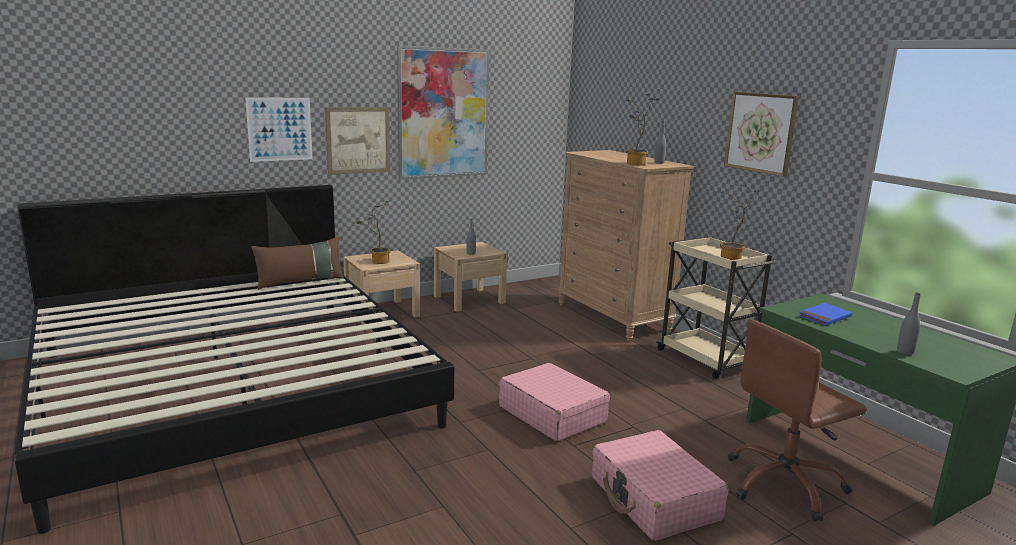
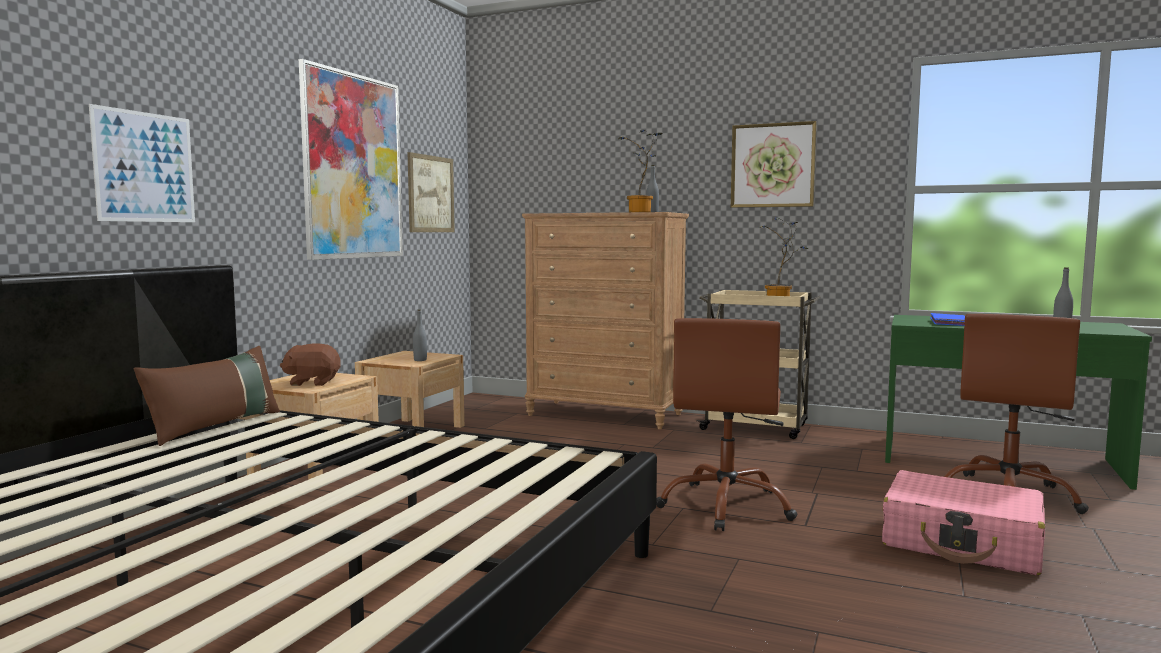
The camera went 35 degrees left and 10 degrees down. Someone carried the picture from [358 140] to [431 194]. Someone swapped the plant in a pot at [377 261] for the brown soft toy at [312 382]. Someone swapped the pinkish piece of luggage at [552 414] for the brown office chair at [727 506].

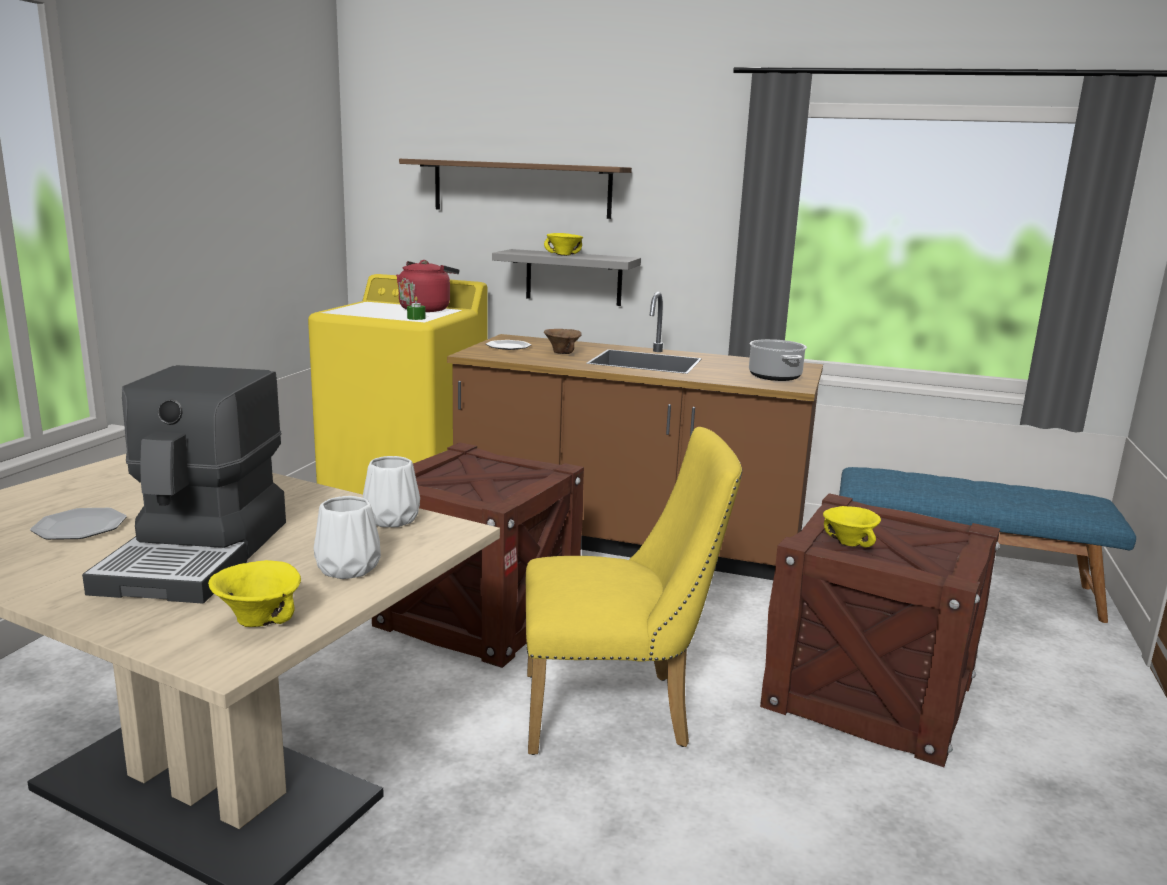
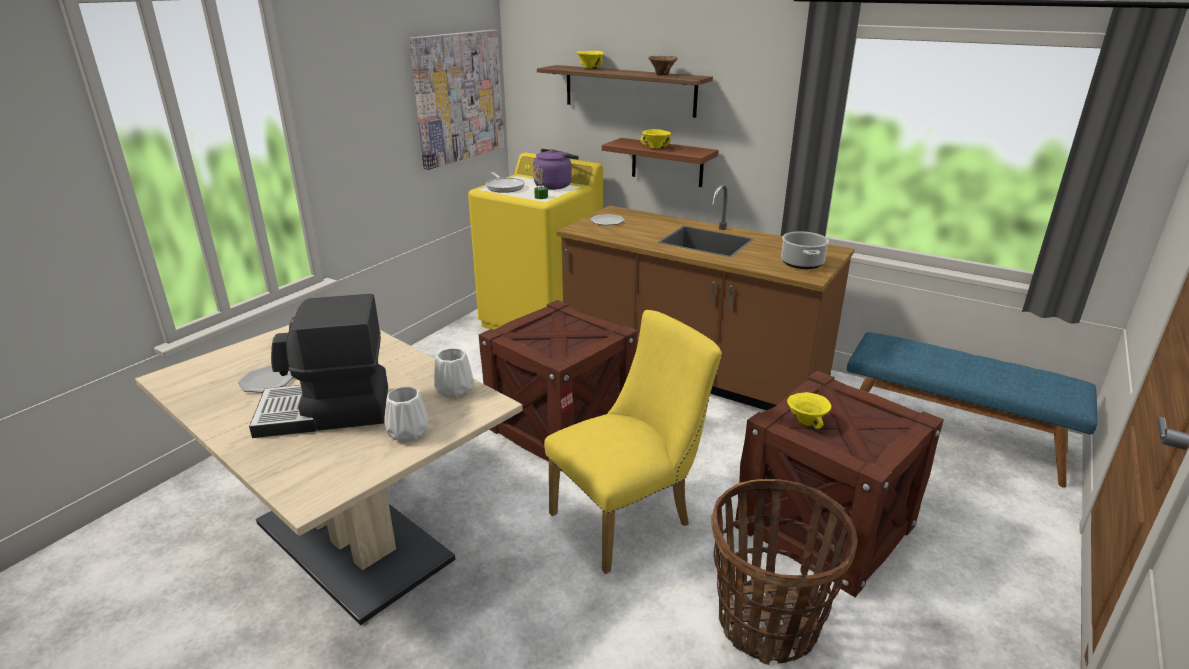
The camera went 15 degrees right and 10 degrees up. Someone rotated the coffee maker at [199 555] by 60 degrees clockwise. Someone carried the yellow serving bowl from [256 621] to [589 68]. Someone repainted the reddish tea kettle at [426 309], which became the purple tea kettle at [554 185]. Someone repainted the greyish bracket shelf at [573 277], which became the brown bracket shelf at [667 162]. Someone rotated the yellow chair at [618 712] by 45 degrees counterclockwise. Someone carried the brown serving bowl from [561 353] to [661 75]. Someone put up the picture at [458 97]. Someone put down the pan at [504 187]. Someone put down the household basket at [768 623].

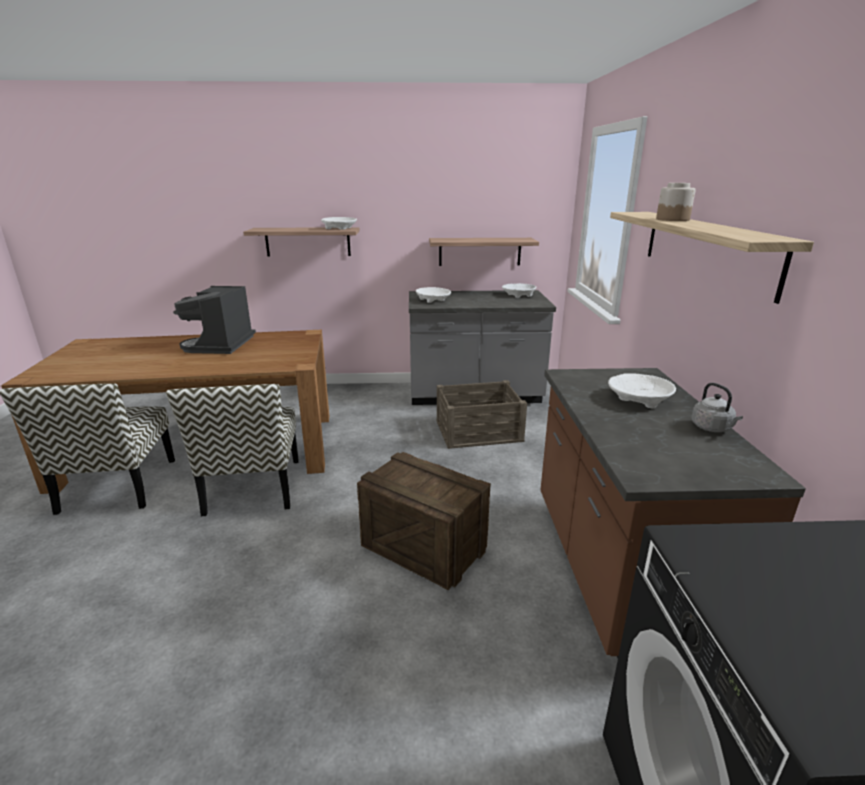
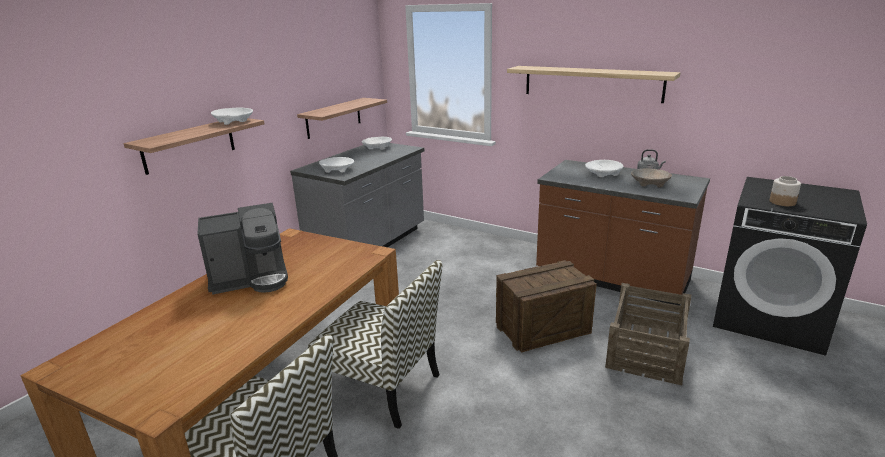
The camera went 55 degrees left and 0 degrees up. Someone rotated the coffee maker at [221 345] by 60 degrees counterclockwise. Someone carried the crate from [478 430] to [645 350]. Someone carried the jar from [672 219] to [782 202]. Someone put down the beige-coloured serving bowl at [649 183].

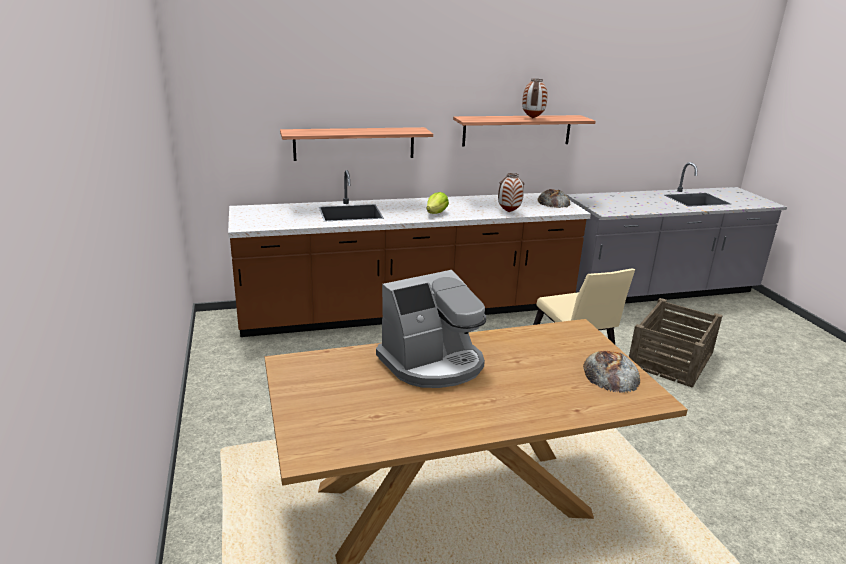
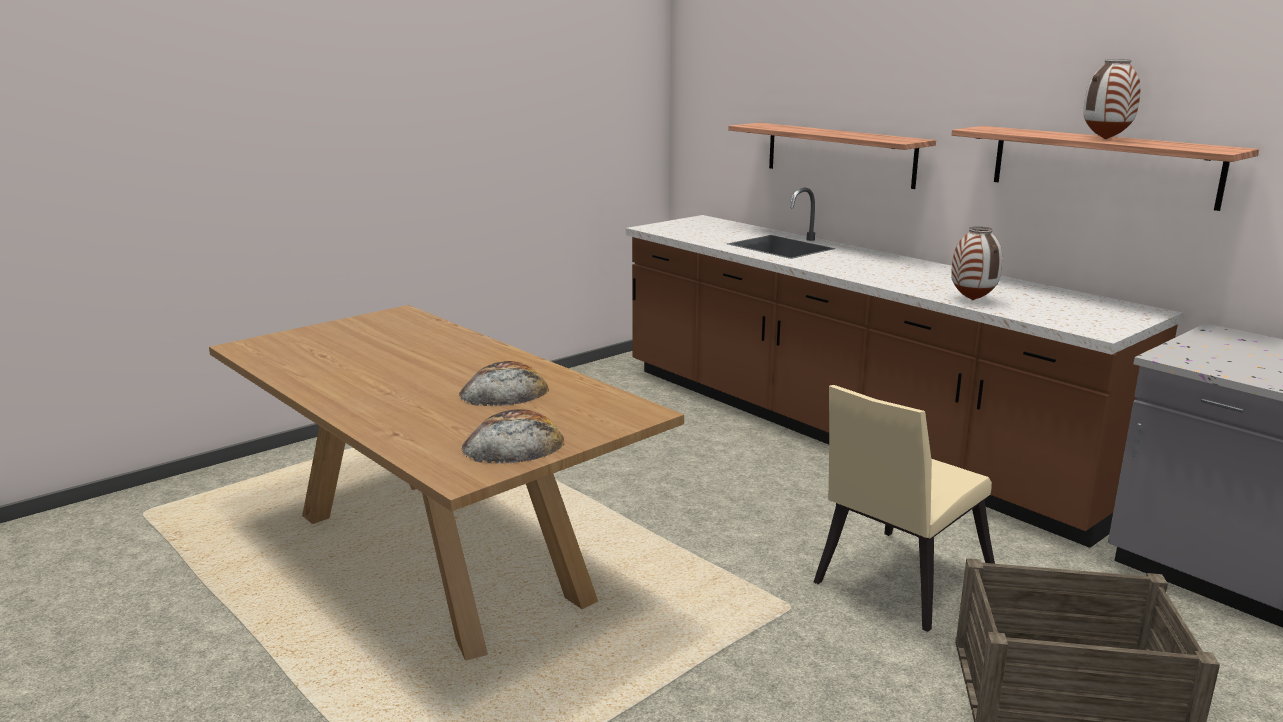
The camera went 65 degrees right and 5 degrees down. Someone took away the coffee maker at [433 363]. Someone took away the lettuce head at [436 213]. Someone carried the bakery bread from [553 202] to [504 391].

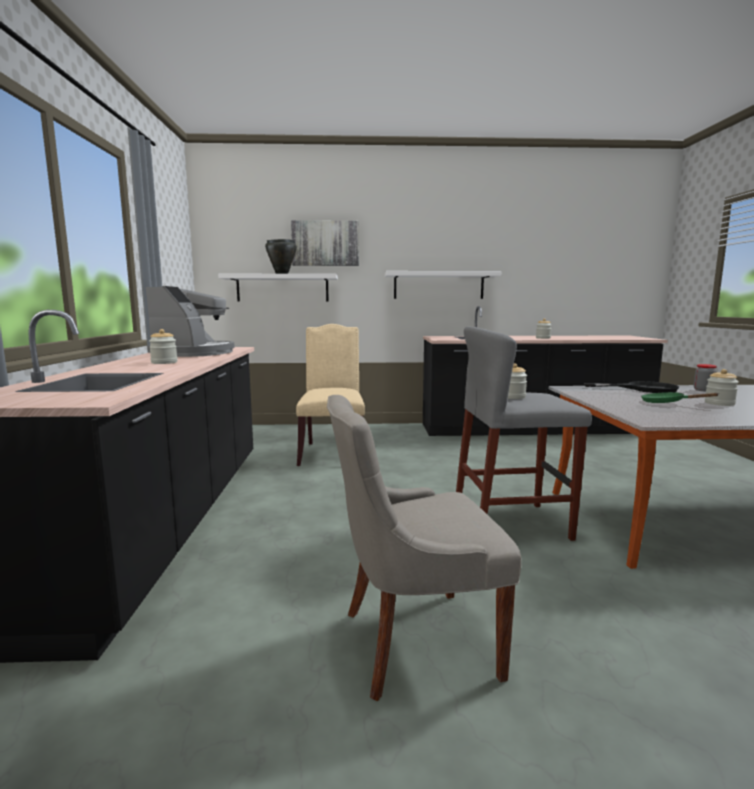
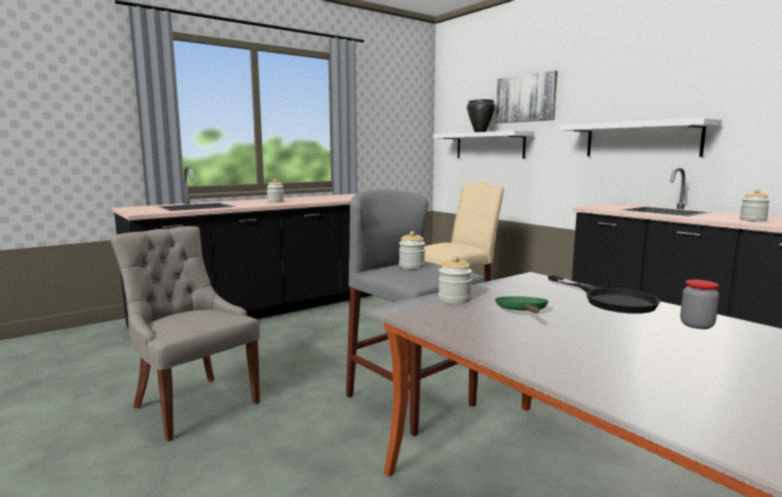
The camera went 55 degrees right and 0 degrees up. Someone took away the coffee maker at [194 353]. Someone carried the jar from [719 403] to [454 299].

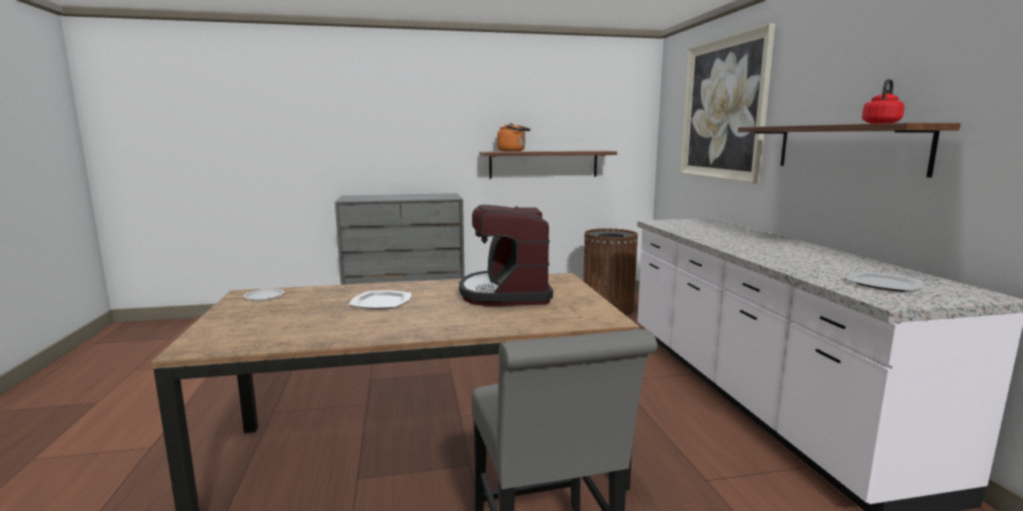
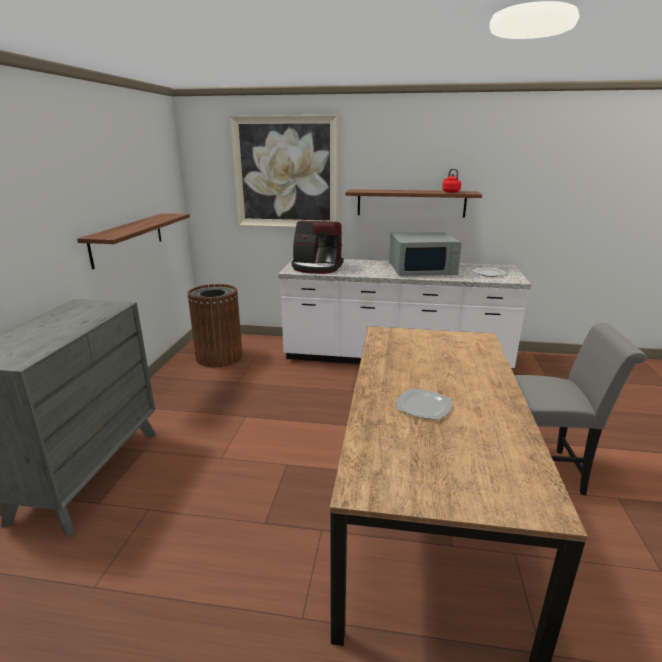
The camera went 70 degrees left and 10 degrees up. Someone took away the white plate at [264 297]. Someone carried the coffee maker from [506 293] to [317 267]. Someone took away the orange-coloured tea kettle at [513 151]. Someone put down the greyish kitchen microwave at [422 269].

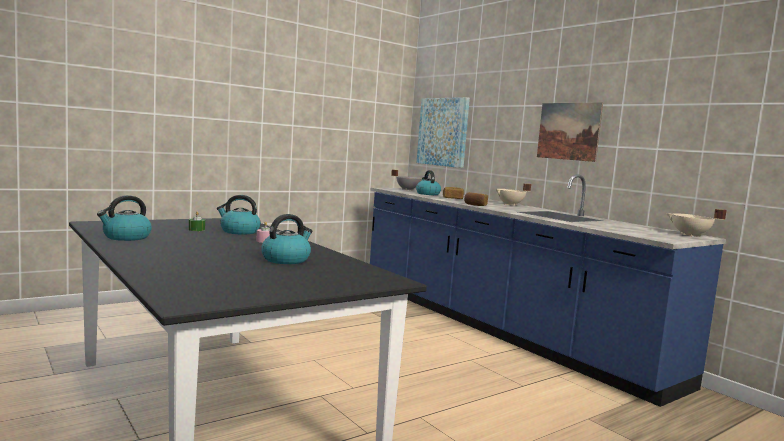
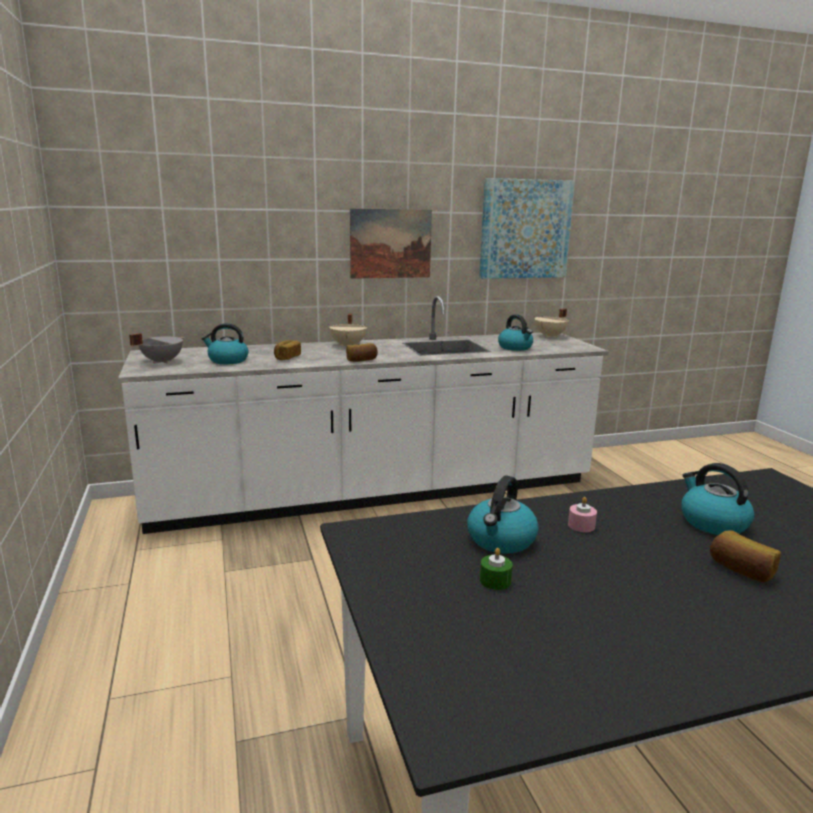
The camera went 70 degrees left and 10 degrees up. Someone carried the tea kettle from [126 237] to [515 347]. Someone repainted the blue kitchen counter at [498 328], which became the white kitchen counter at [376 493]. Someone carried the picture from [443 132] to [525 229]. Someone put down the bakery bread at [741 570].

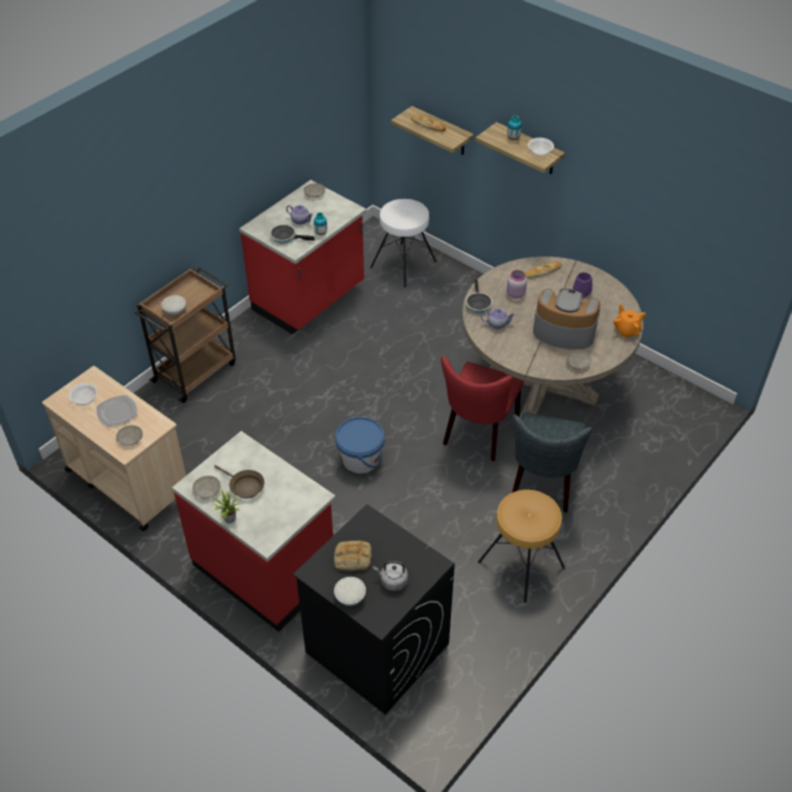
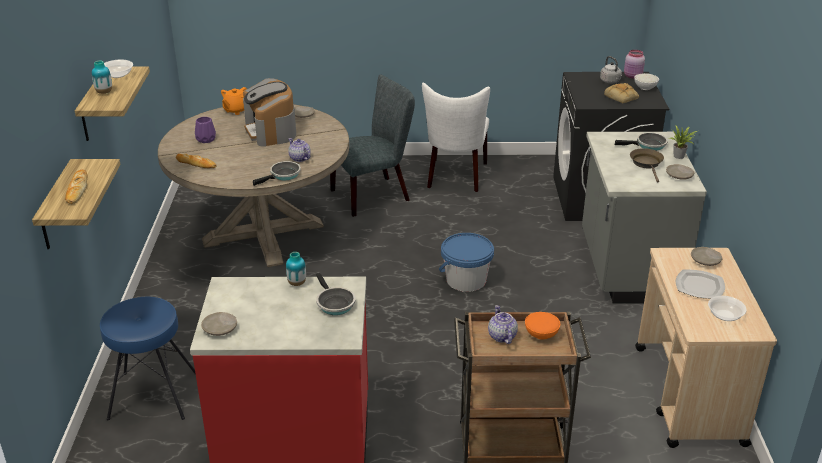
The camera went 130 degrees left and 15 degrees down. Someone repainted the white serving bowl at [175 311], which became the orange-coloured serving bowl at [541 334]. Someone repainted the reddish kitchen counter at [265 569], which became the greyish kitchen counter at [627 268]. Someone carried the teapot from [300 220] to [501 336]. Someone repainted the white sitting stool at [403 265], which became the blue sitting stool at [153 395]. Someone took away the reddish chair at [478 433]. Someone swapped the brown sitting stool at [521 564] for the white chair at [456 177]. Someone carried the pinkish jar from [515 294] to [633 76]. Someone put down the pan at [648 145].

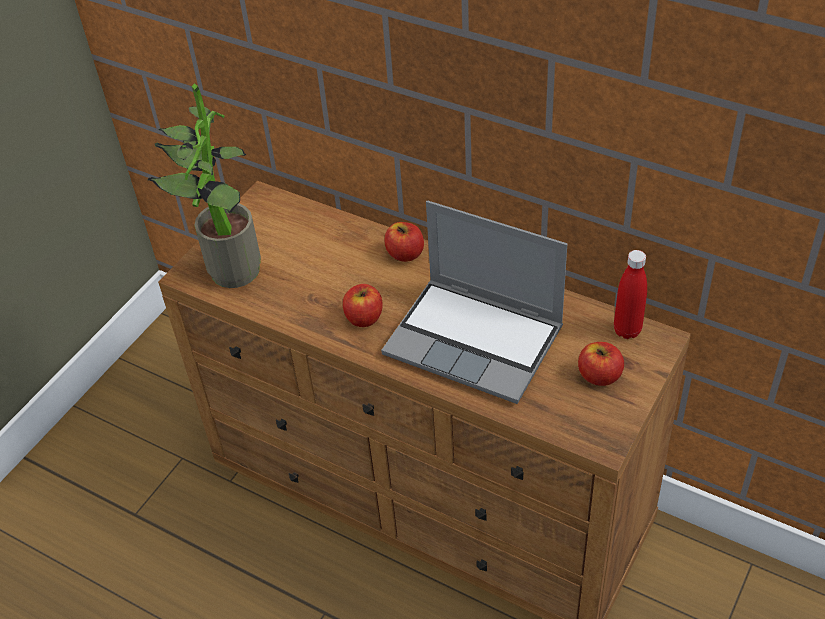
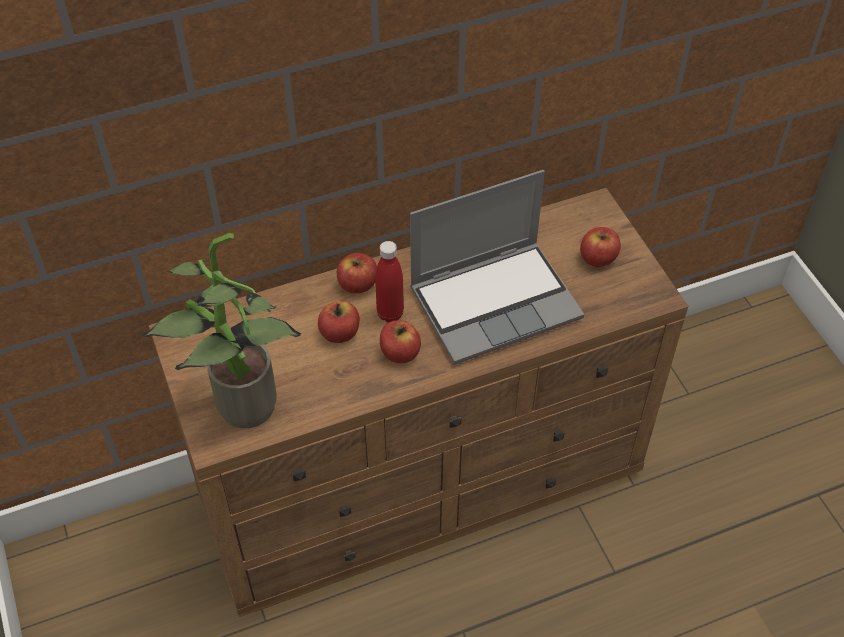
The camera went 55 degrees left and 5 degrees up. Someone carried the reddish drink bottle from [627 330] to [390 313]. Someone put down the apple at [340 333].

